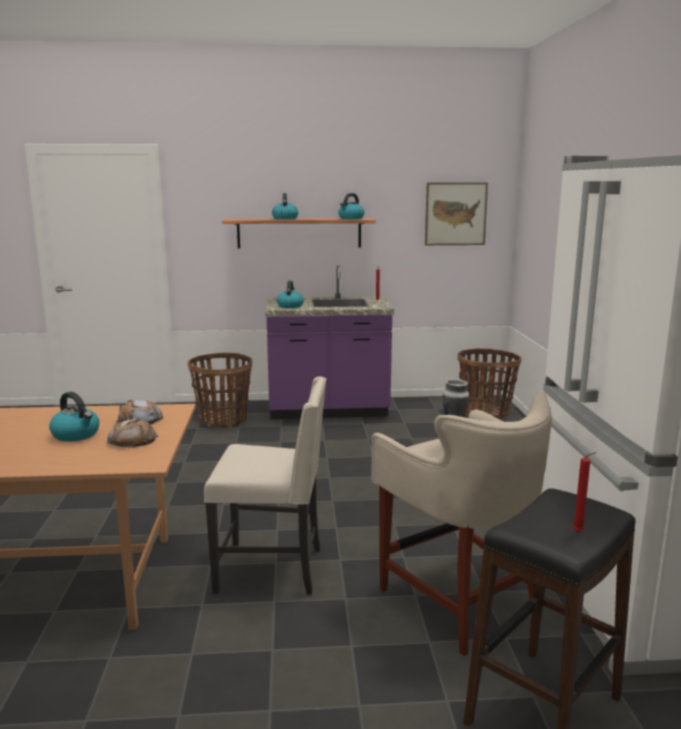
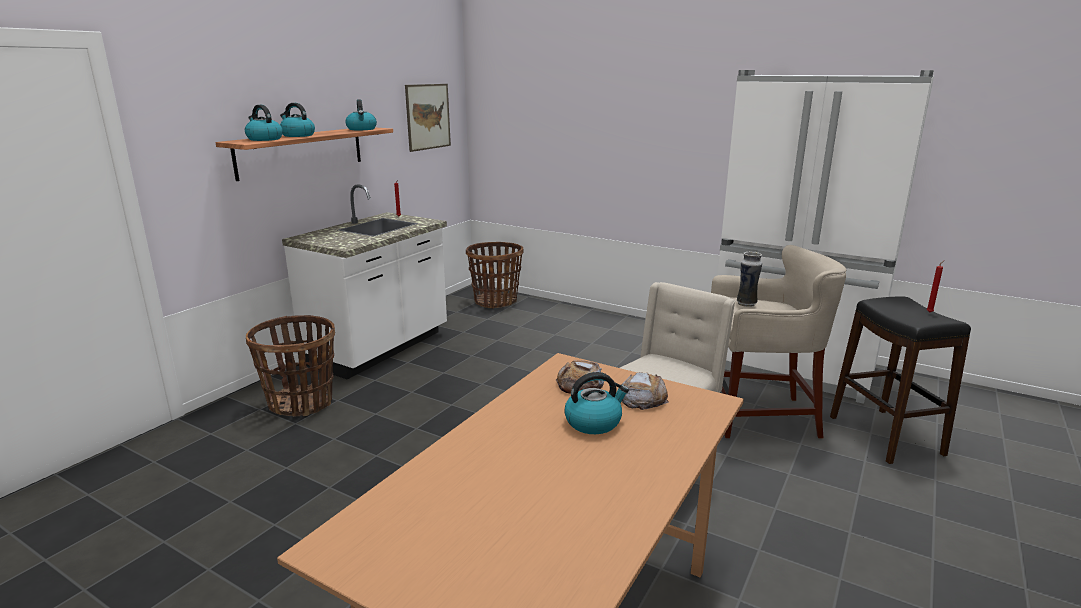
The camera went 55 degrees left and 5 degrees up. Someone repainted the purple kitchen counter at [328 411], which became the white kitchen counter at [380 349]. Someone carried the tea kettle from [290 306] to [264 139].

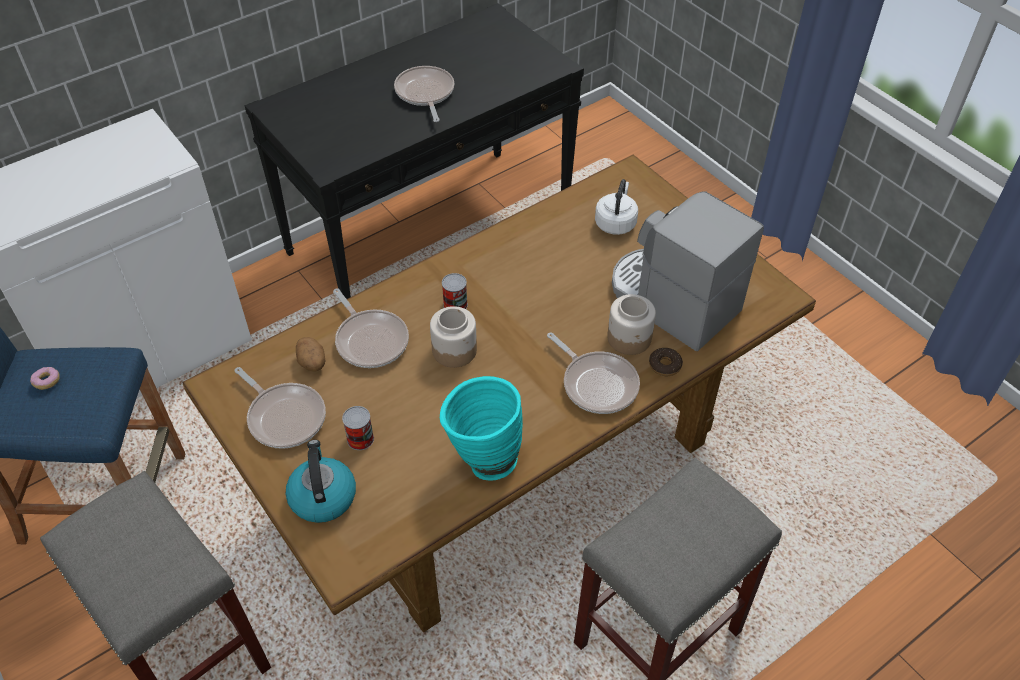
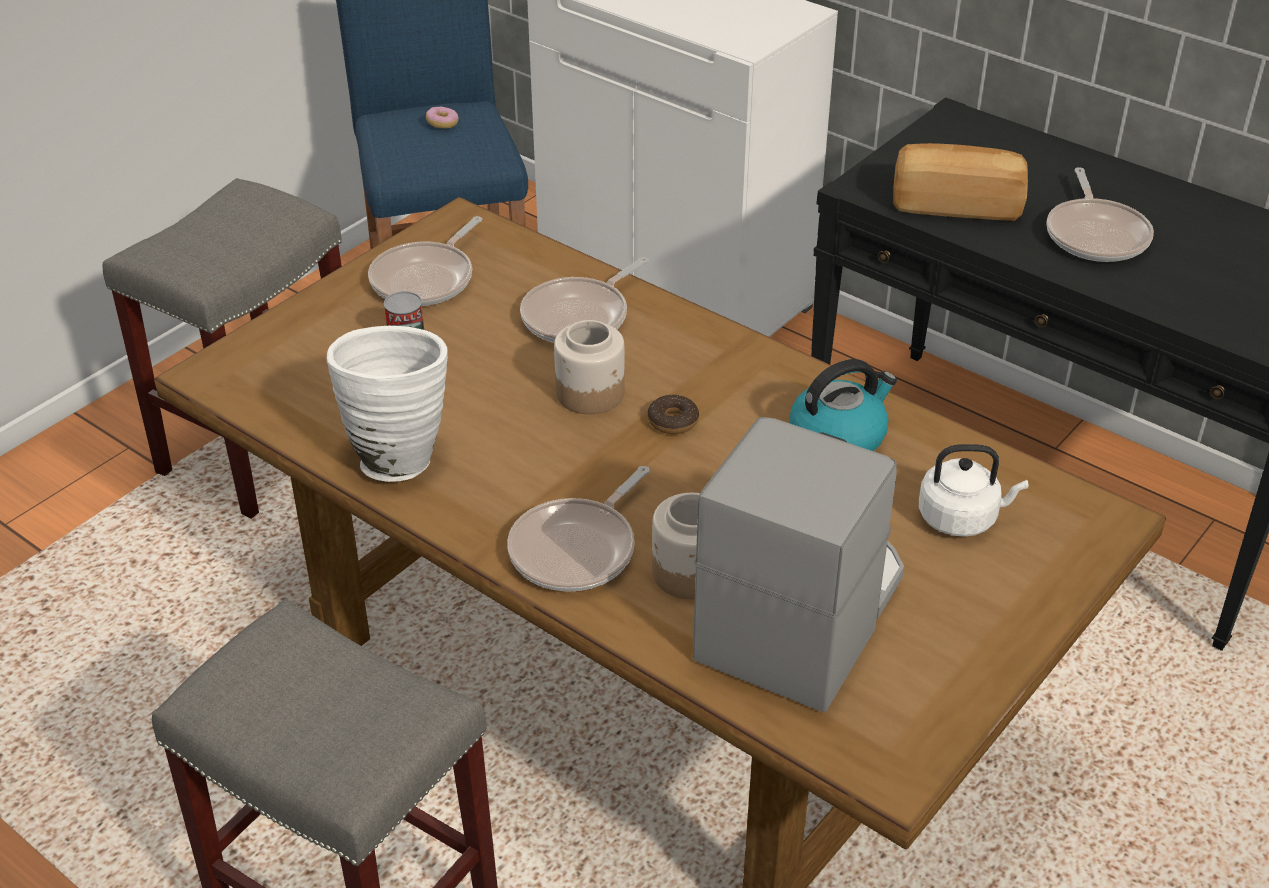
The camera went 75 degrees right and 10 degrees down. Someone carried the tea kettle from [322 496] to [838 437]. Someone took away the whole potato at [312 363]. Someone rotated the pan at [425 94] by 120 degrees clockwise. Someone repainted the blue-green flower vase at [482 460], which became the white flower vase at [398 456]. Someone took away the metal can at [455 305]. Someone carried the ring doughnut from [665 365] to [673 421]. Someone put down the bakery bread at [956 204].

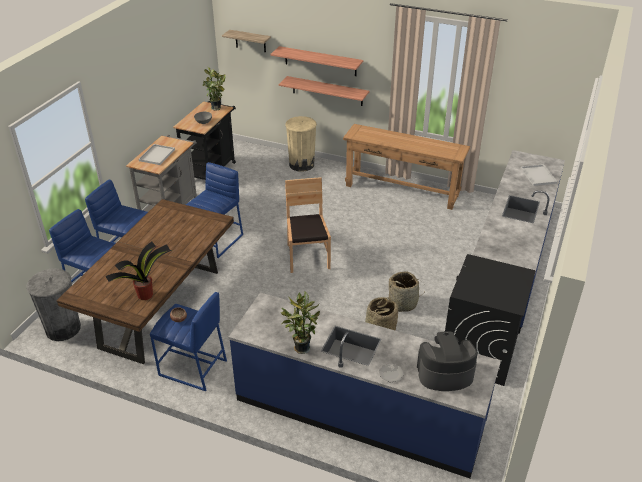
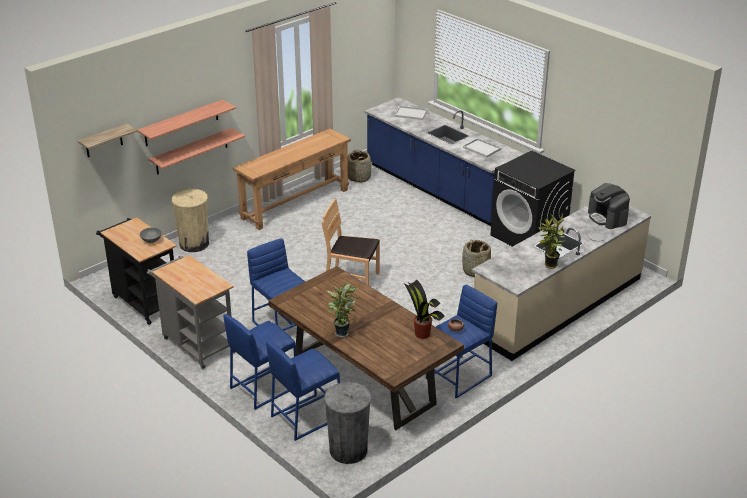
The camera went 65 degrees left and 5 degrees down. Someone carried the white serving tray from [157 155] to [482 148]. Someone carried the plant in a pot from [217 108] to [342 332]. Someone repainted the blue kitchen counter at [359 412], which became the beige-coloured kitchen counter at [557 306]. Someone carried the household basket from [403 303] to [359 177]. Someone rotated the coffee maker at [444 374] by 45 degrees counterclockwise.

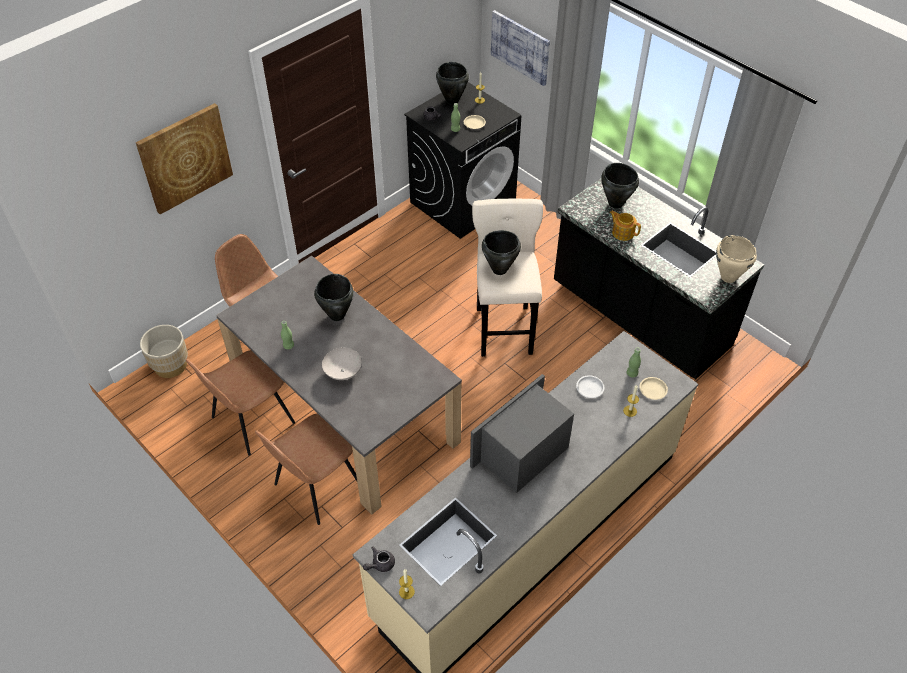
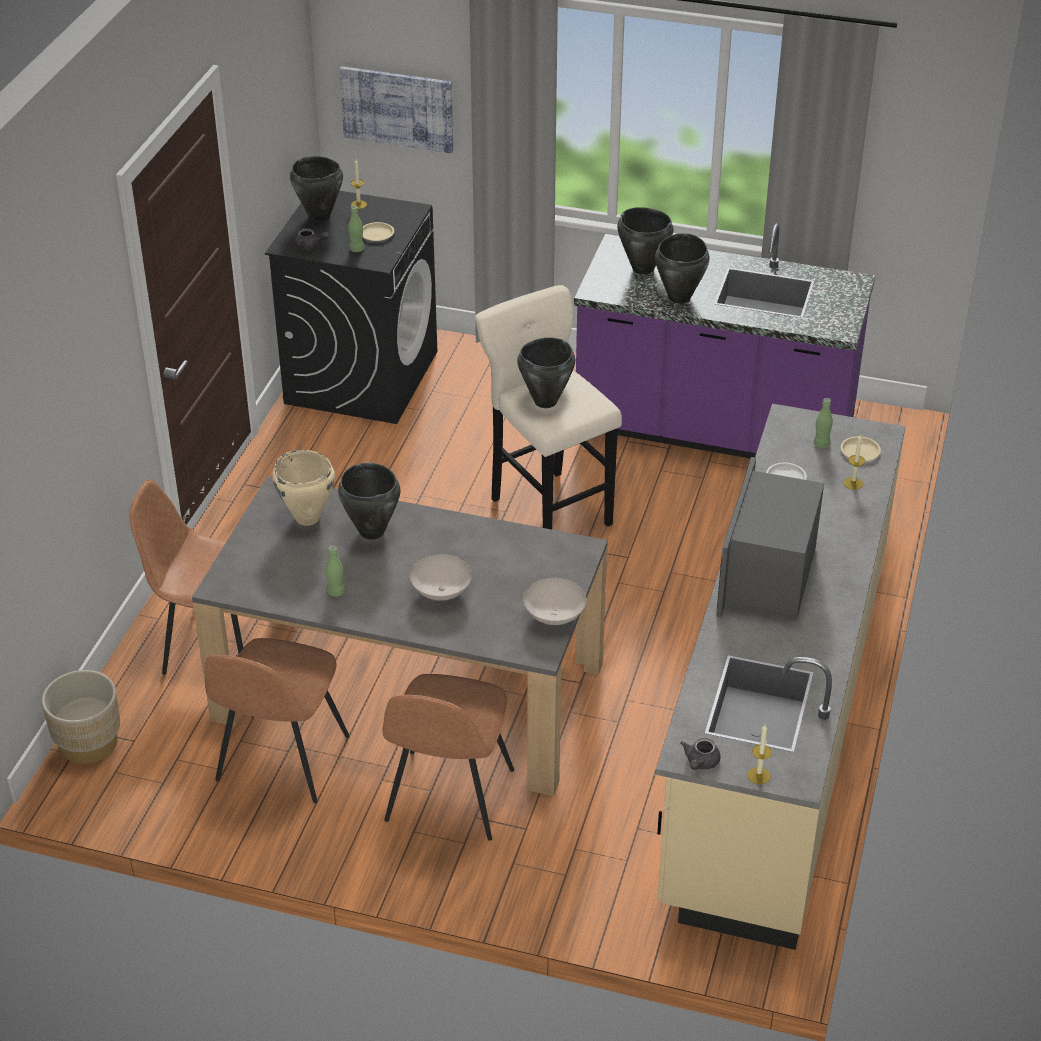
The camera went 30 degrees left and 10 degrees down. Someone took away the picture at [185 158]. Someone repainted the blackish kitchen counter at [639 317], which became the purple kitchen counter at [714 430]. Someone swapped the teapot at [622 232] for the blackish stockpot at [680 297]. Someone carried the beige-coloured stockpot from [728 277] to [307 518]. Someone put down the white serving bowl at [553 616].

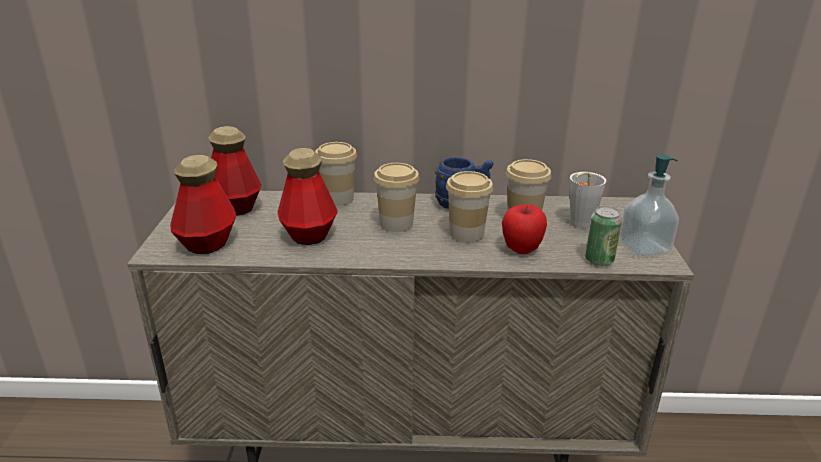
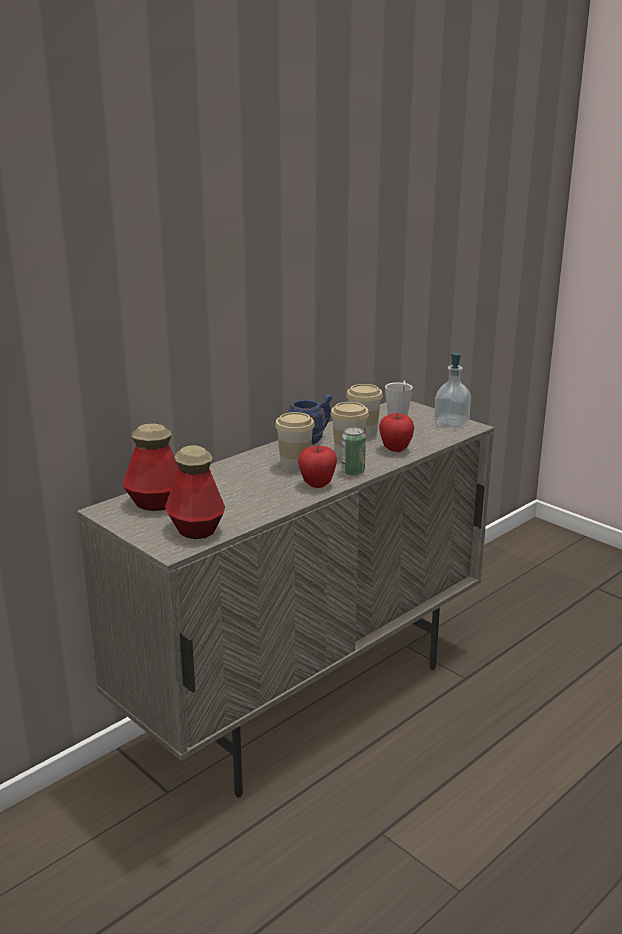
The camera went 45 degrees left and 5 degrees down. Someone took away the drink bottle at [309 234]. Someone took away the small cup at [338 199]. Someone carried the metal can from [599 260] to [353 472]. Someone put down the apple at [317 484].

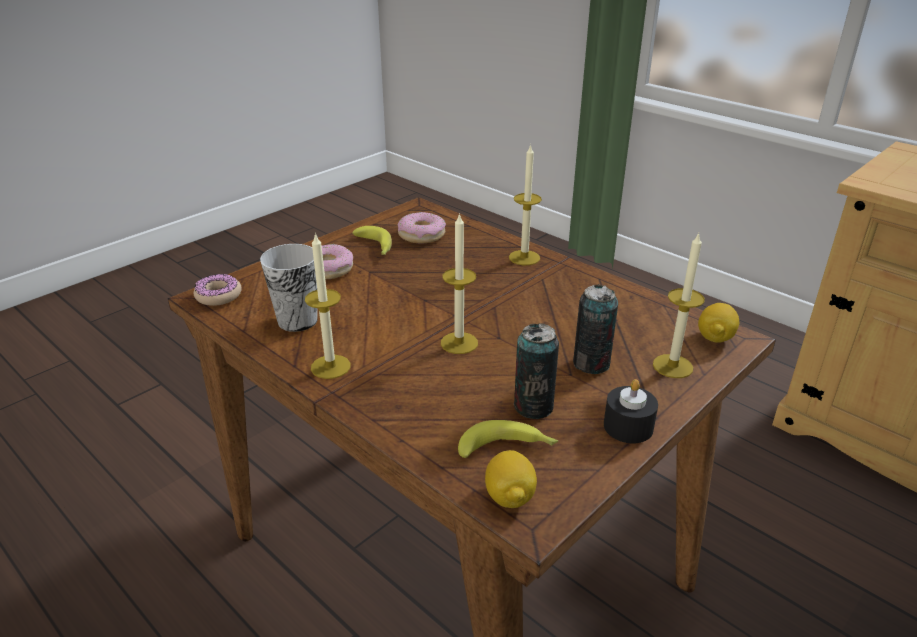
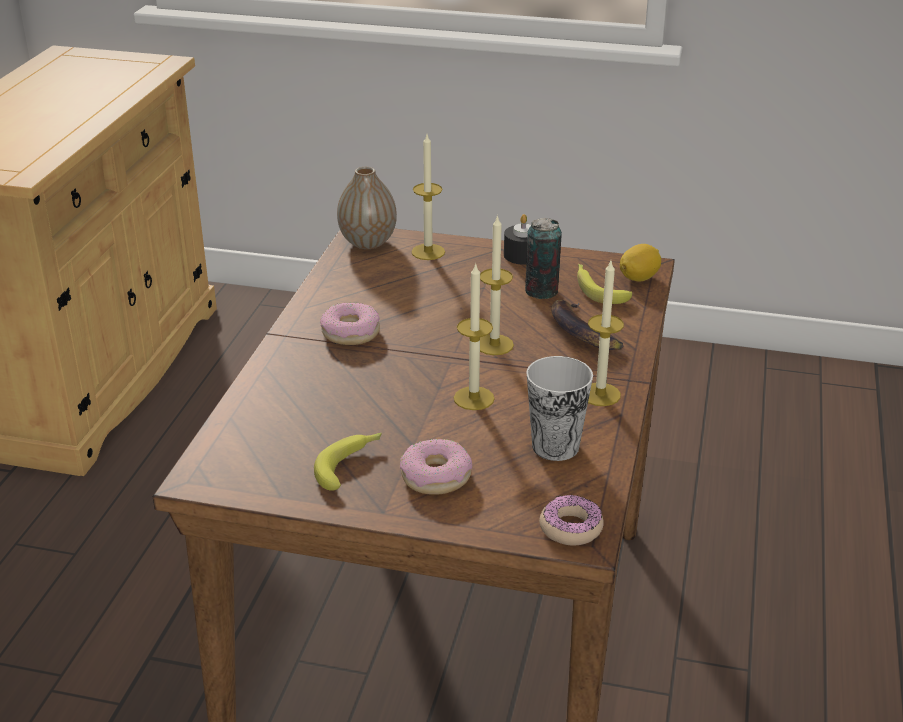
The camera went 120 degrees left and 0 degrees up. Someone carried the ring doughnut from [421 235] to [351 332]. Someone carried the candle from [524 257] to [474 398]. Someone took away the metal can at [591 364]. Someone swapped the whole lemon at [715 338] for the flower vase at [368 242]. Someone put down the banana at [581 332].

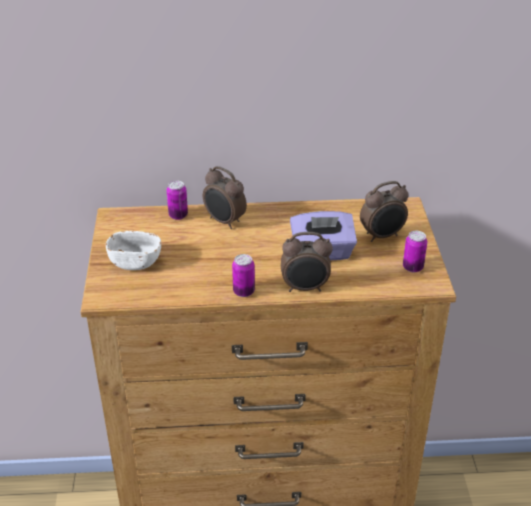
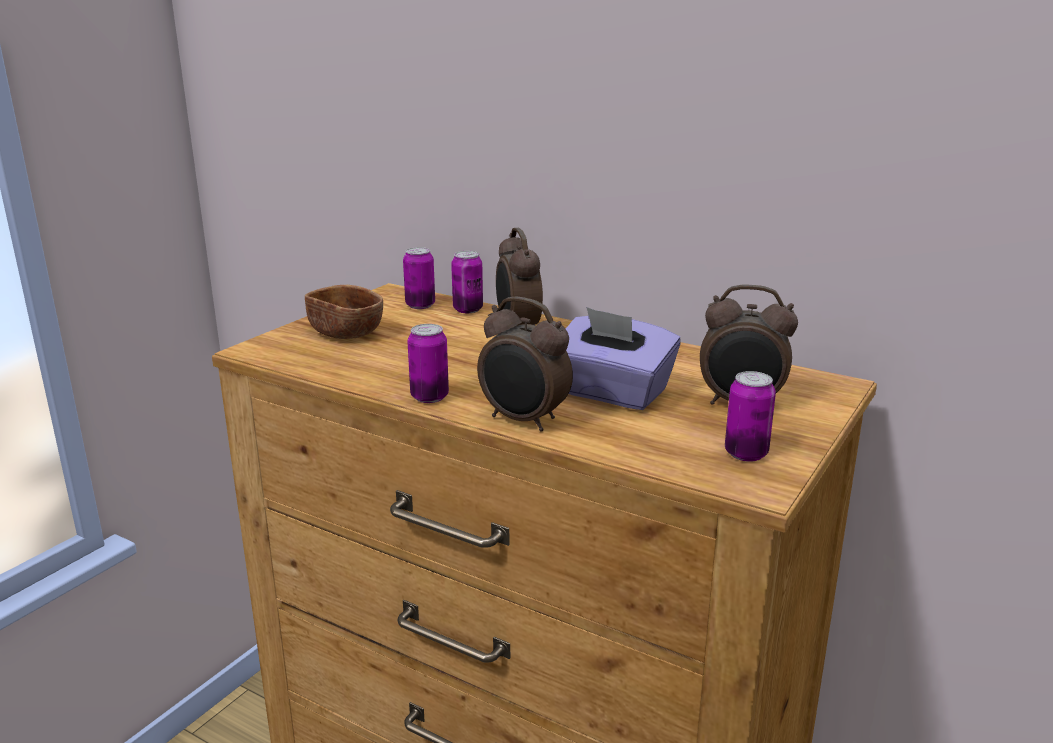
The camera went 35 degrees right and 15 degrees down. Someone repainted the white serving bowl at [135 262], which became the brown serving bowl at [346 332]. Someone put down the metal can at [420 305].

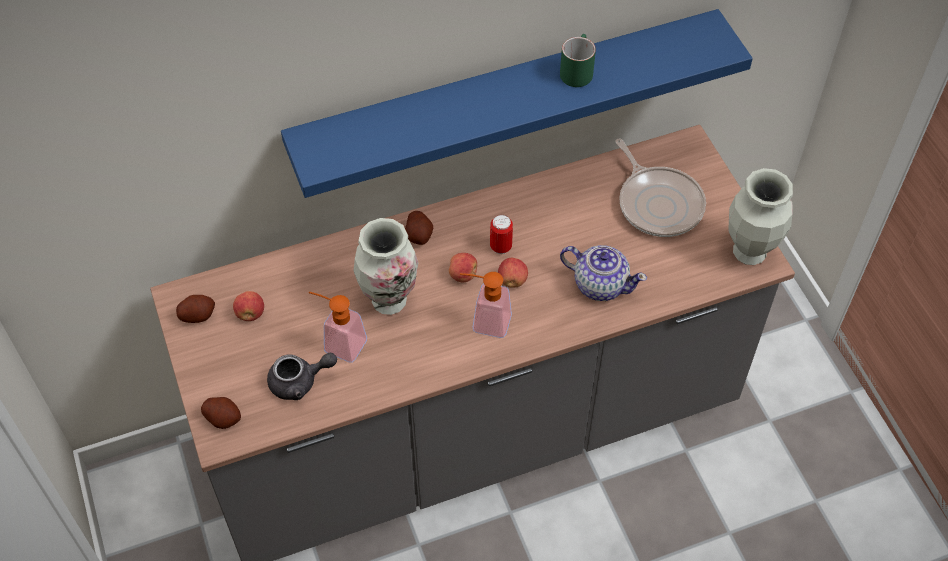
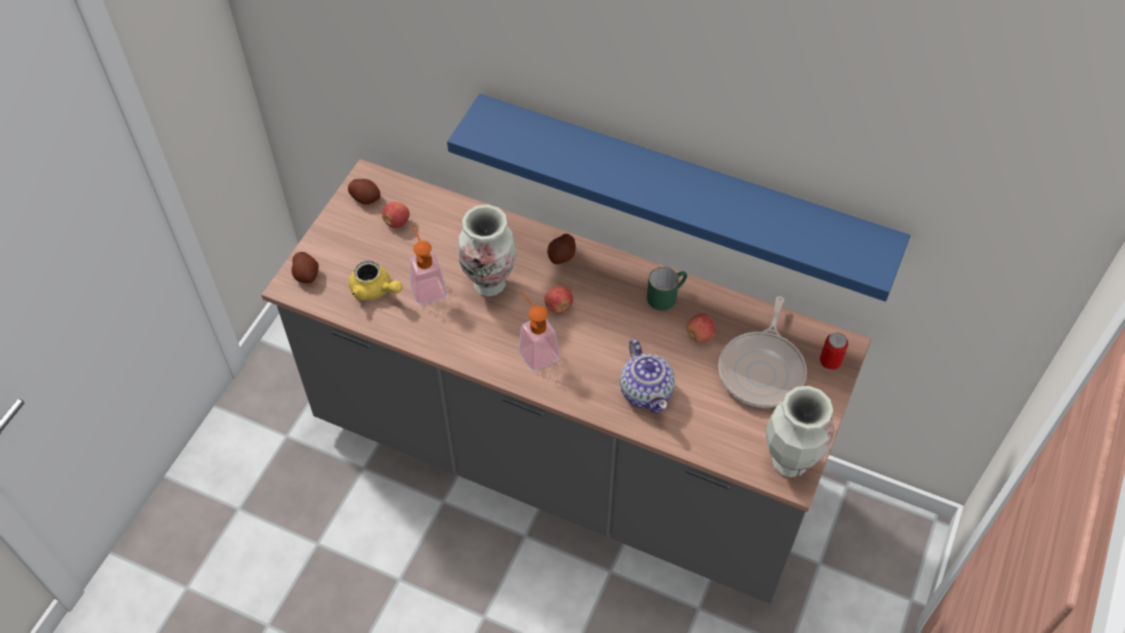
The camera went 45 degrees right and 0 degrees up. Someone repainted the greyish teapot at [300 382], which became the yellow teapot at [375 290]. Someone carried the metal can from [500 247] to [830 362]. Someone carried the apple from [512 280] to [700 335]. Someone carried the green-coloured mug from [576 70] to [666 295].

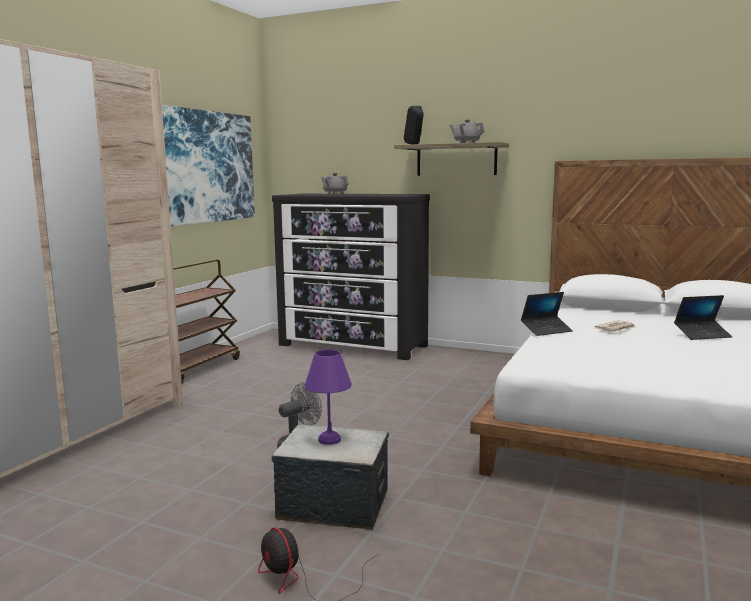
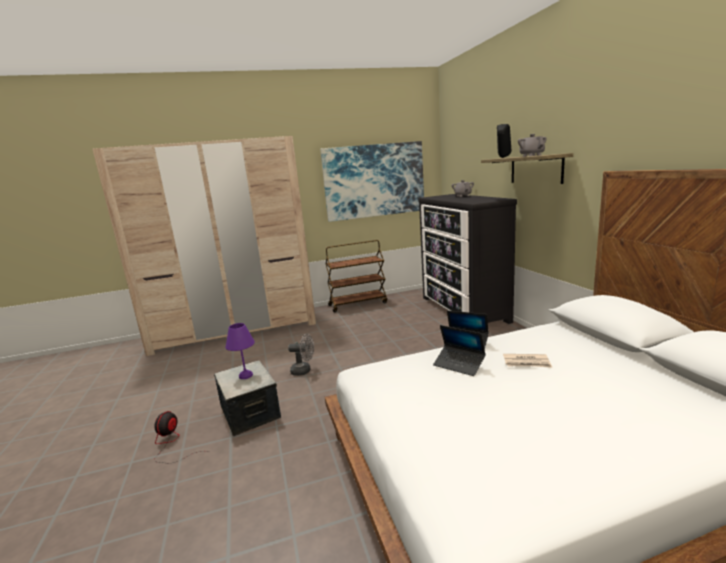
The camera went 50 degrees right and 5 degrees up. Someone carried the notebook computer from [702 335] to [459 364].

